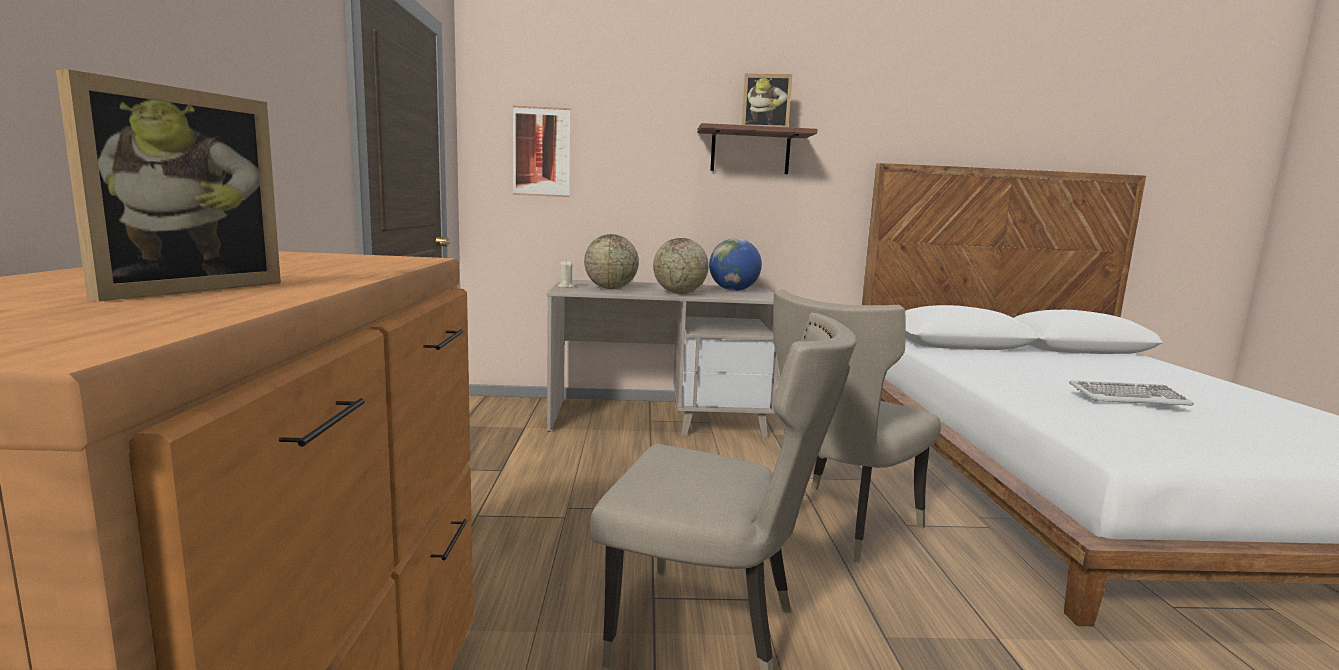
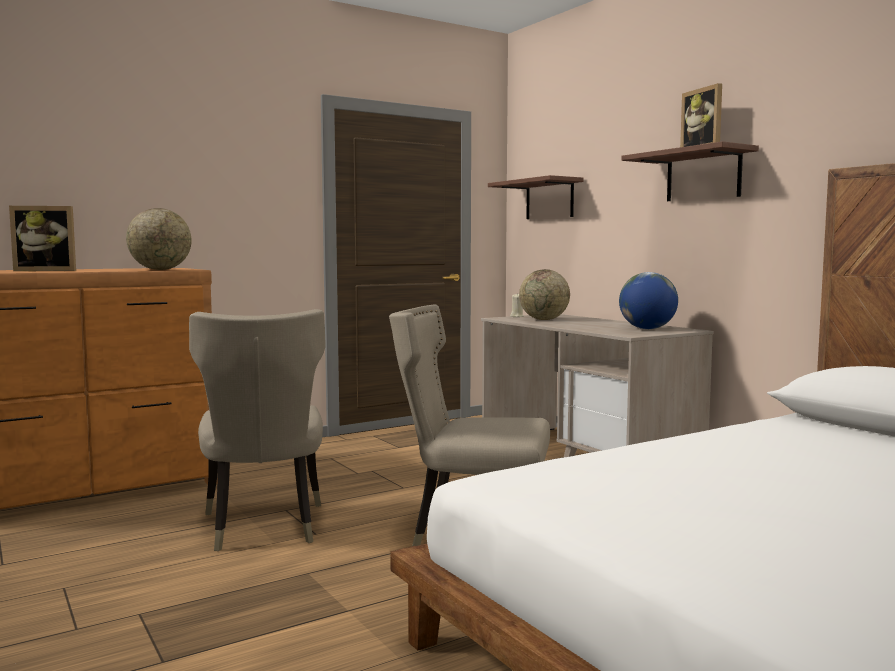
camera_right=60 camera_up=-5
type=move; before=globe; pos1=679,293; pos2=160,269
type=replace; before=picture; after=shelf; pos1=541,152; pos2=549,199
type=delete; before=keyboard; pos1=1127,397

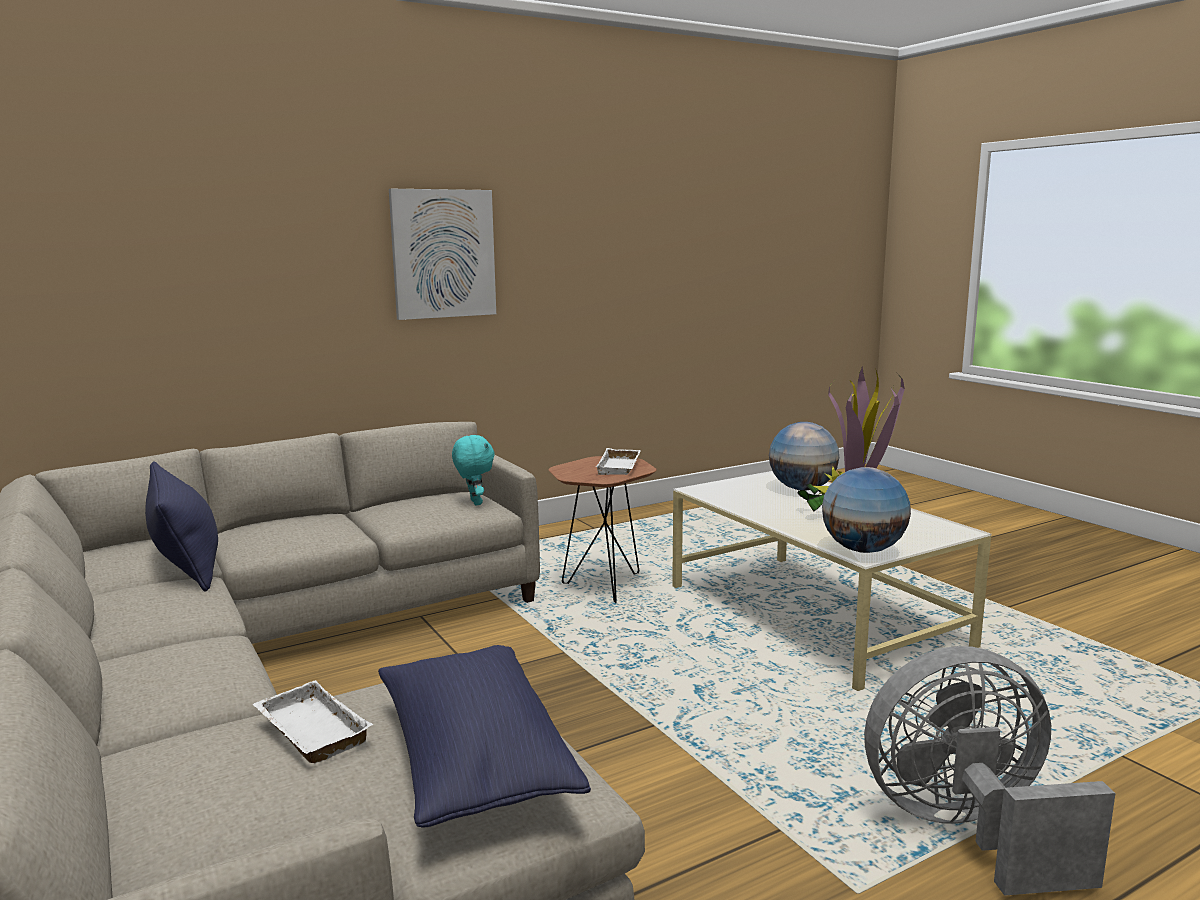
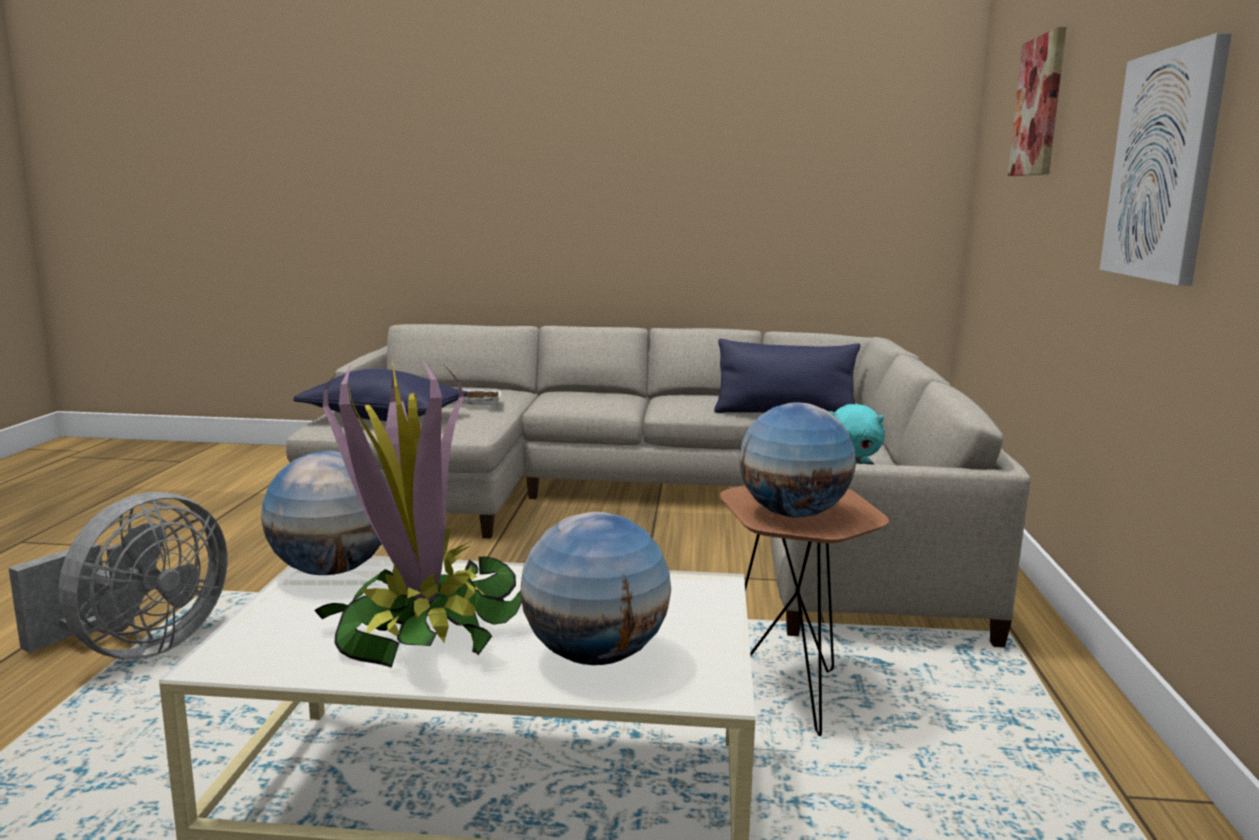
camera_right=125 camera_up=0
type=replace; before=white tray; after=globe; pos1=620,467; pos2=792,514
type=insert; after=picture; pos2=1038,106

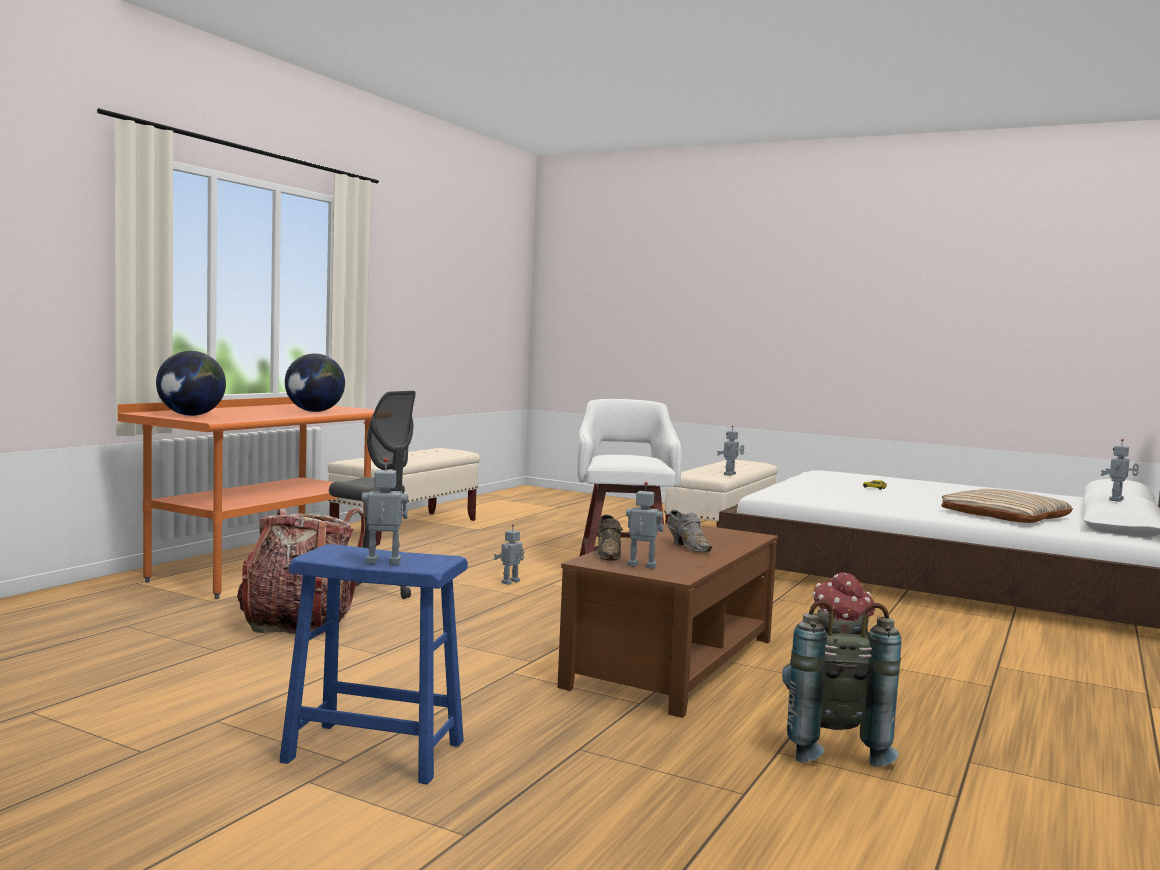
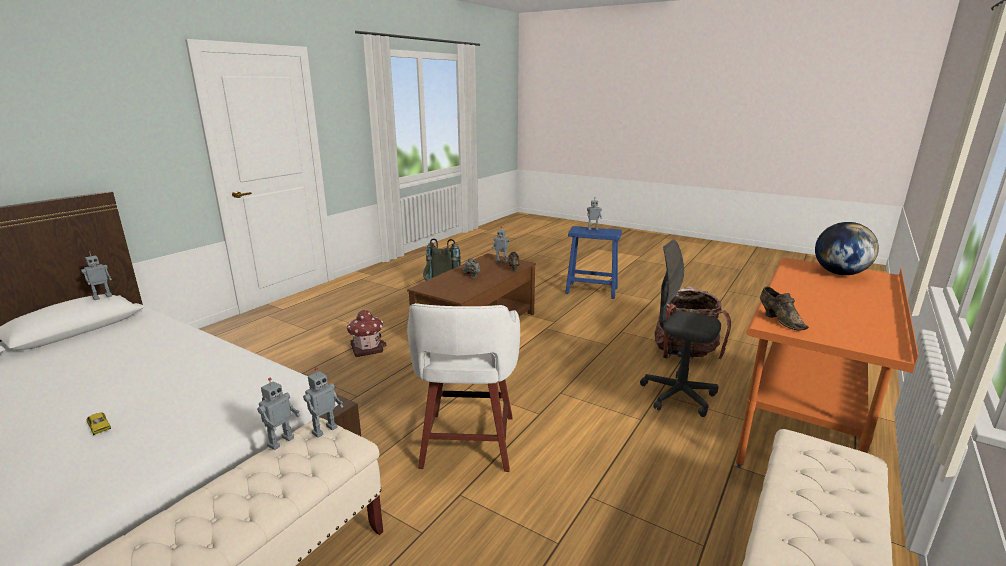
camera_right=-175 camera_up=15
type=move; before=toy robot; pos1=511,582; pos2=324,430
type=insert; after=brown shoe; pos2=780,320
type=delete; before=globe; pos1=314,411
type=delete; before=beige pillow; pos1=1005,515

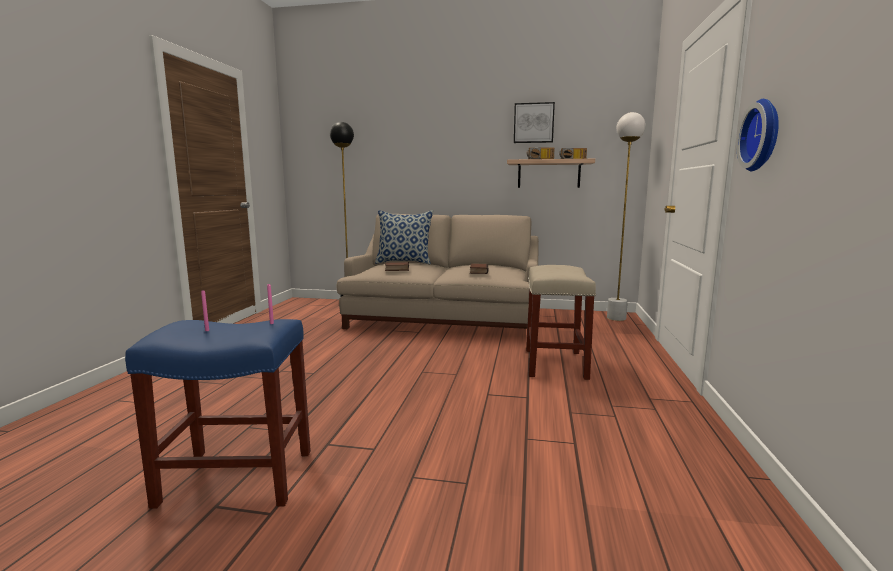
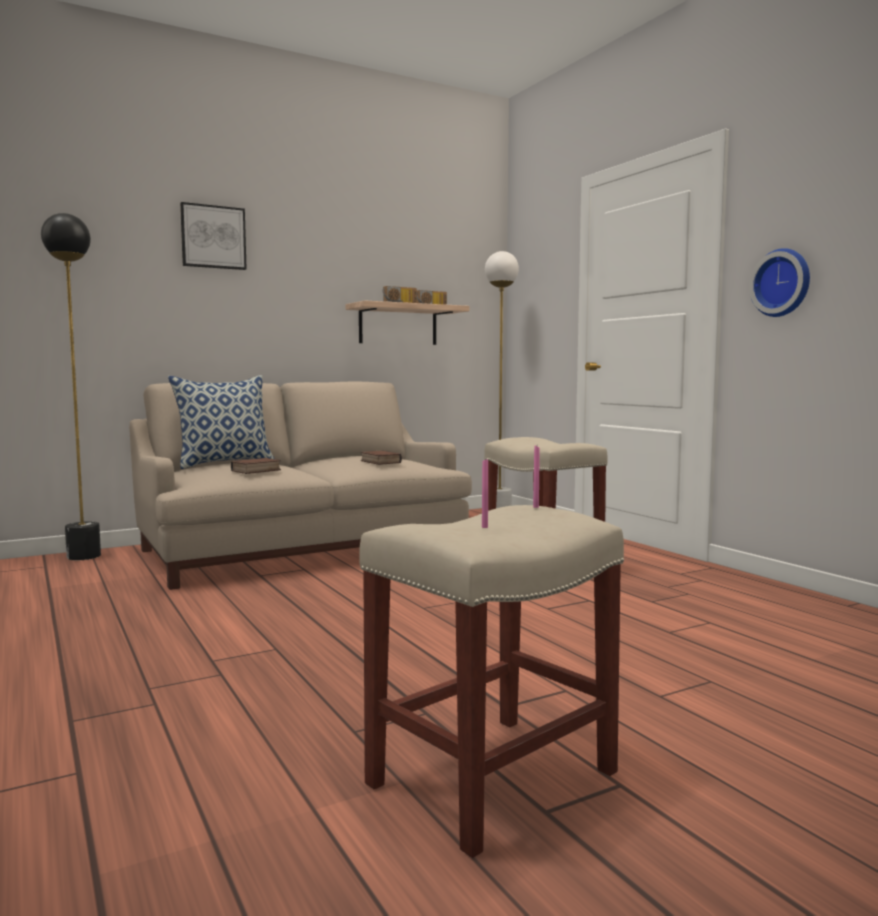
camera_right=-40 camera_up=-5
type=move; before=picture; pos1=533,123; pos2=213,237
type=recolor; before=blue stool; after=beige stool; pos1=235,478; pos2=490,780

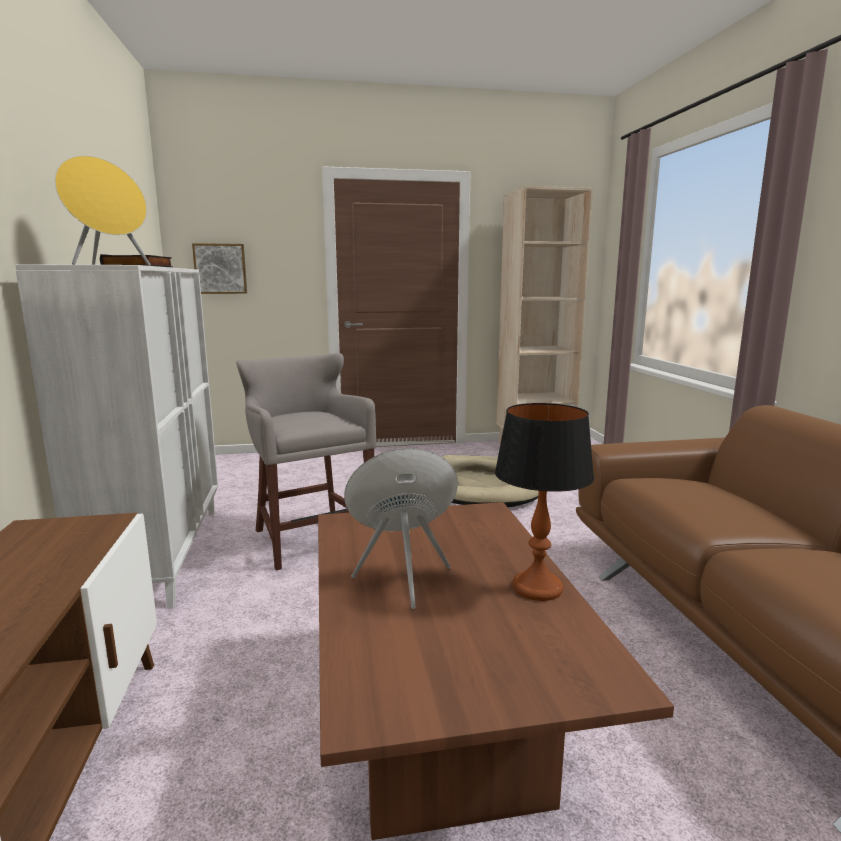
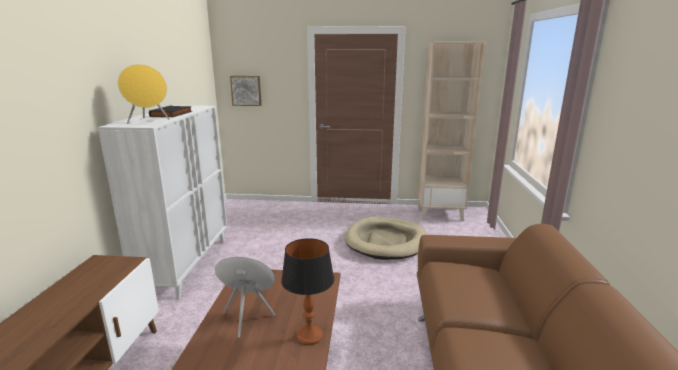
camera_right=15 camera_up=5
type=delete; before=grey stool; pos1=310,537

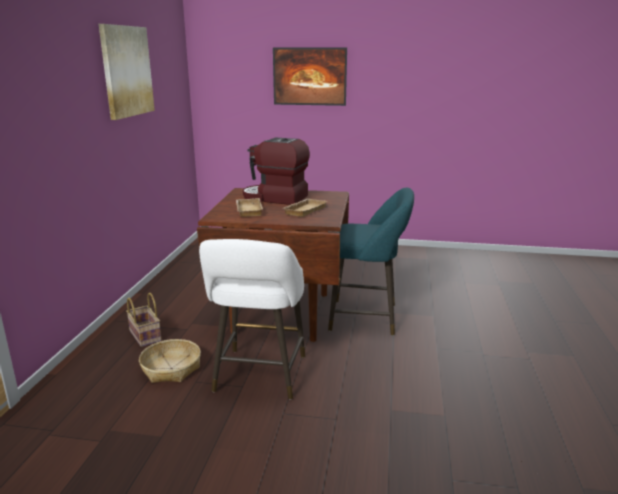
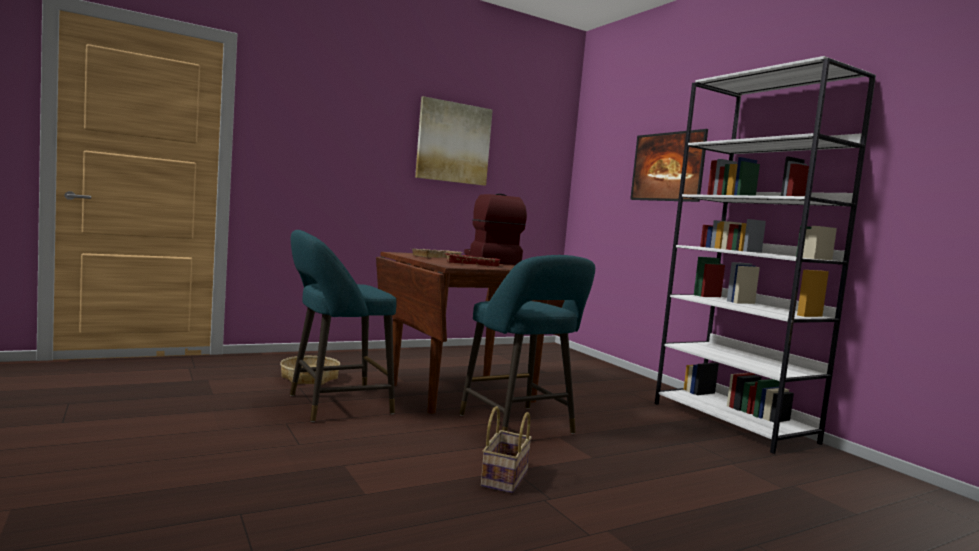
camera_right=50 camera_up=-15
type=recolor; before=white stool; after=turquoise stool; pos1=259,377; pos2=334,405
type=recolor; before=beige tray; after=red tray; pos1=304,210; pos2=472,263
type=move; before=basket; pos1=144,335; pos2=504,477
type=insert; after=white bookcase; pos2=733,422

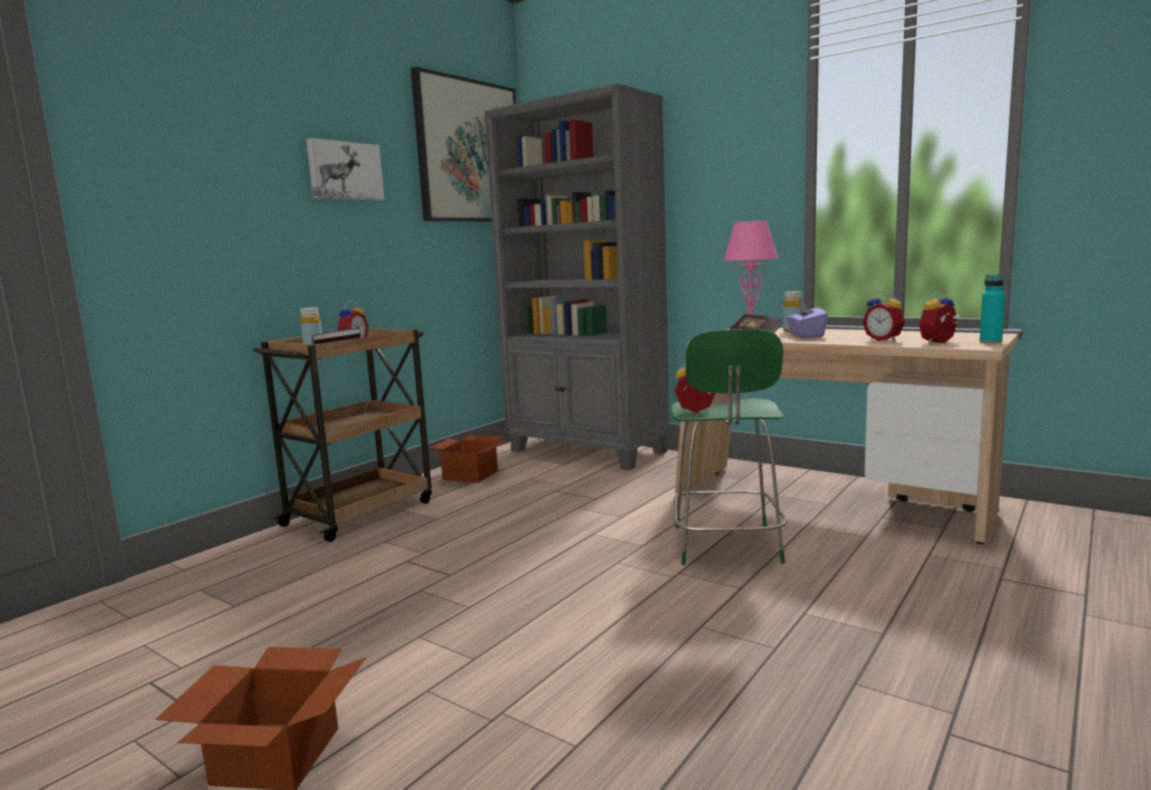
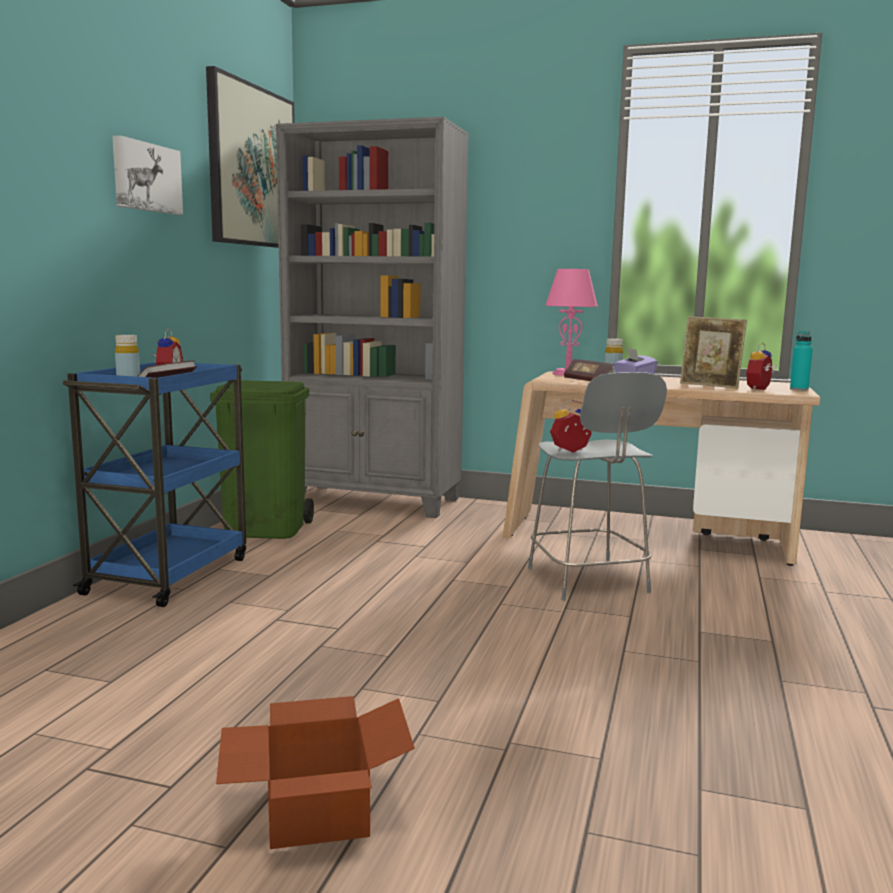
camera_right=-20 camera_up=0
type=recolor; before=brown cart; after=blue cart; pos1=361,512; pos2=170,574
type=replace; before=cardboard box; after=green trash can; pos1=472,475; pos2=266,529
type=recolor; before=green stool; after=grey stool; pos1=726,546; pos2=589,582
type=replace; before=alarm clock; after=picture frame; pos1=884,339; pos2=710,386

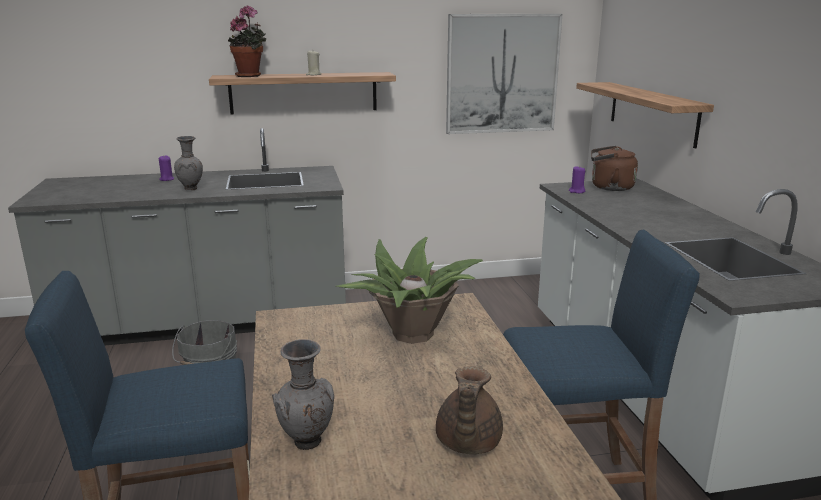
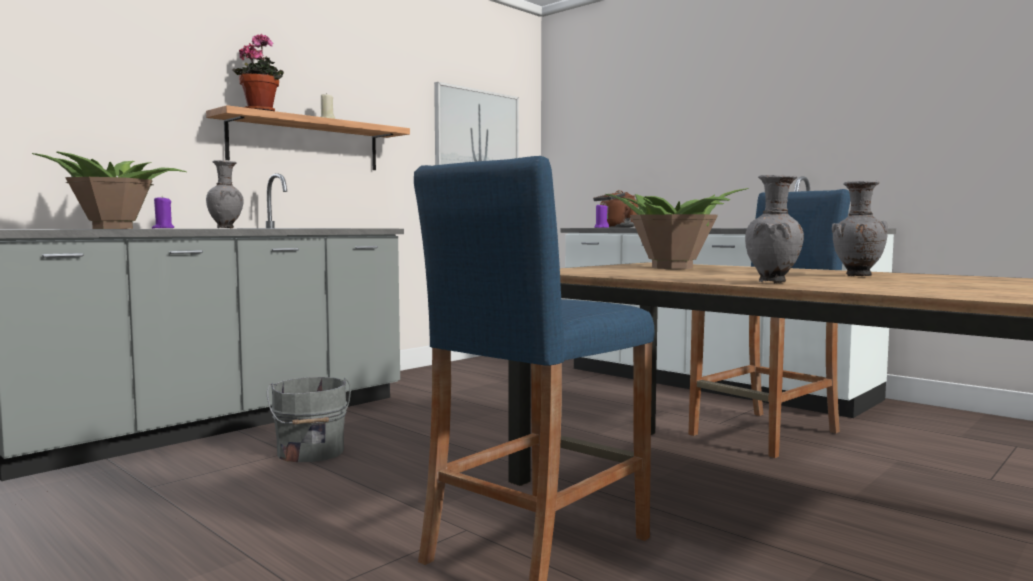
camera_right=-35 camera_up=-15
type=insert; after=potted plant; pos2=115,228
type=replace; before=brown teapot; after=grey vase; pos1=467,443; pos2=857,276
type=delete; before=shelf; pos1=652,112

